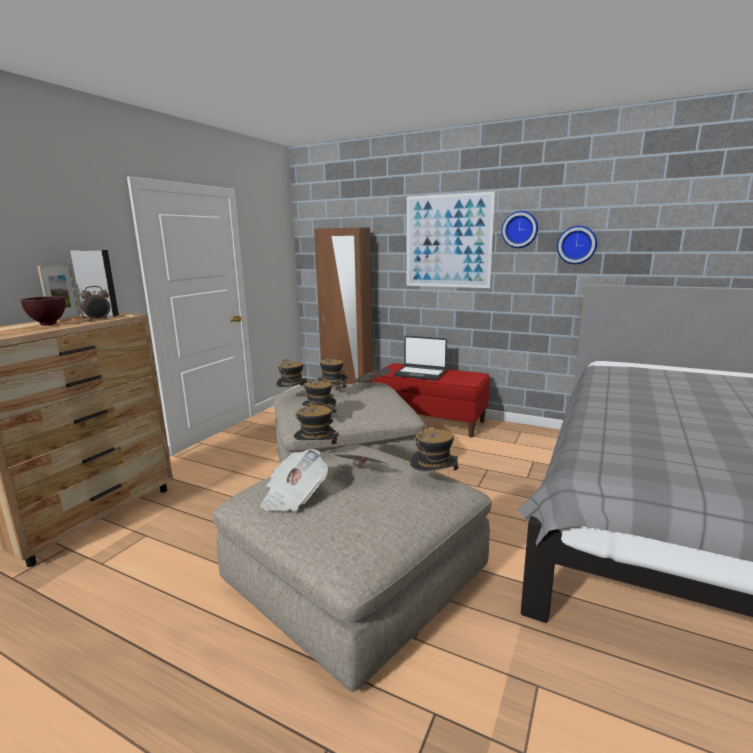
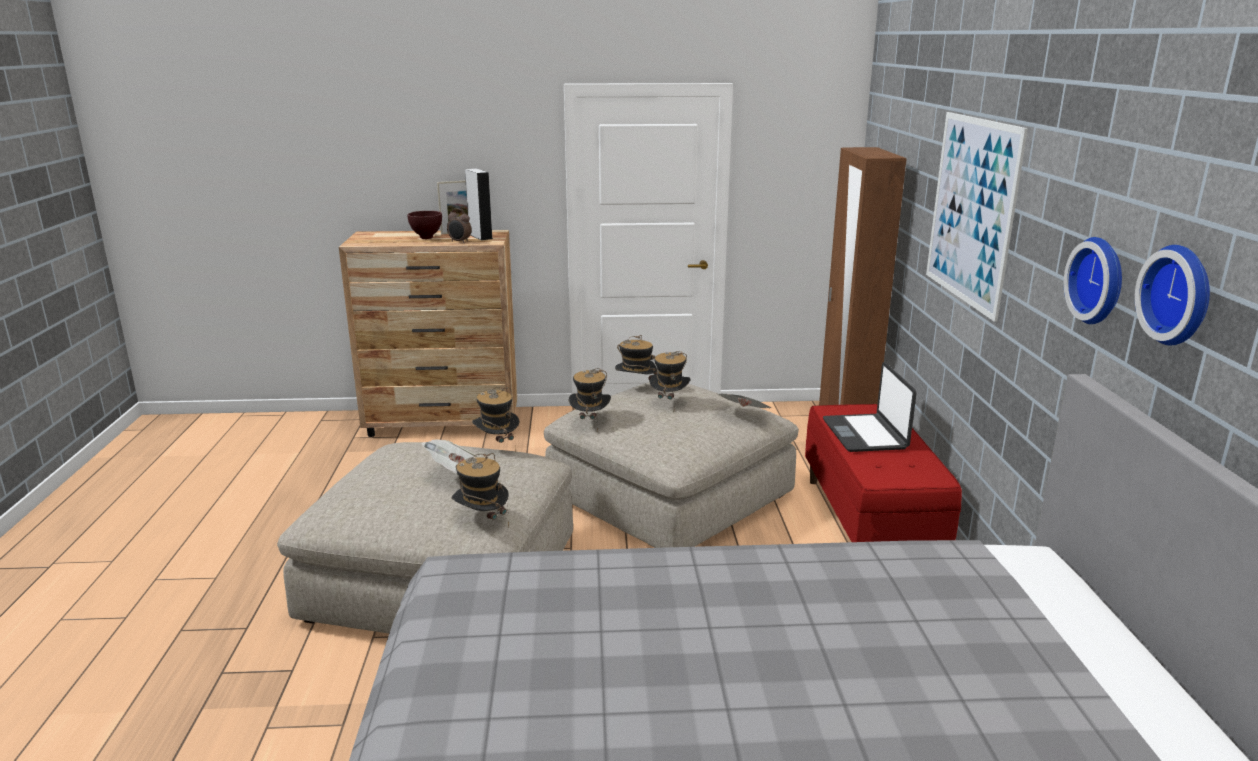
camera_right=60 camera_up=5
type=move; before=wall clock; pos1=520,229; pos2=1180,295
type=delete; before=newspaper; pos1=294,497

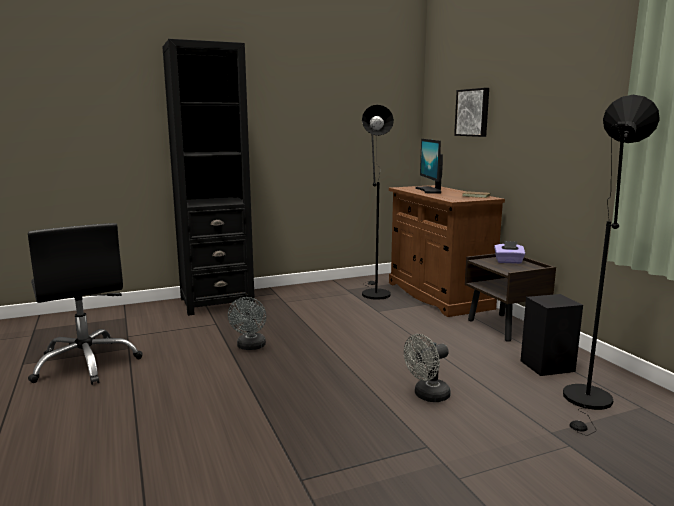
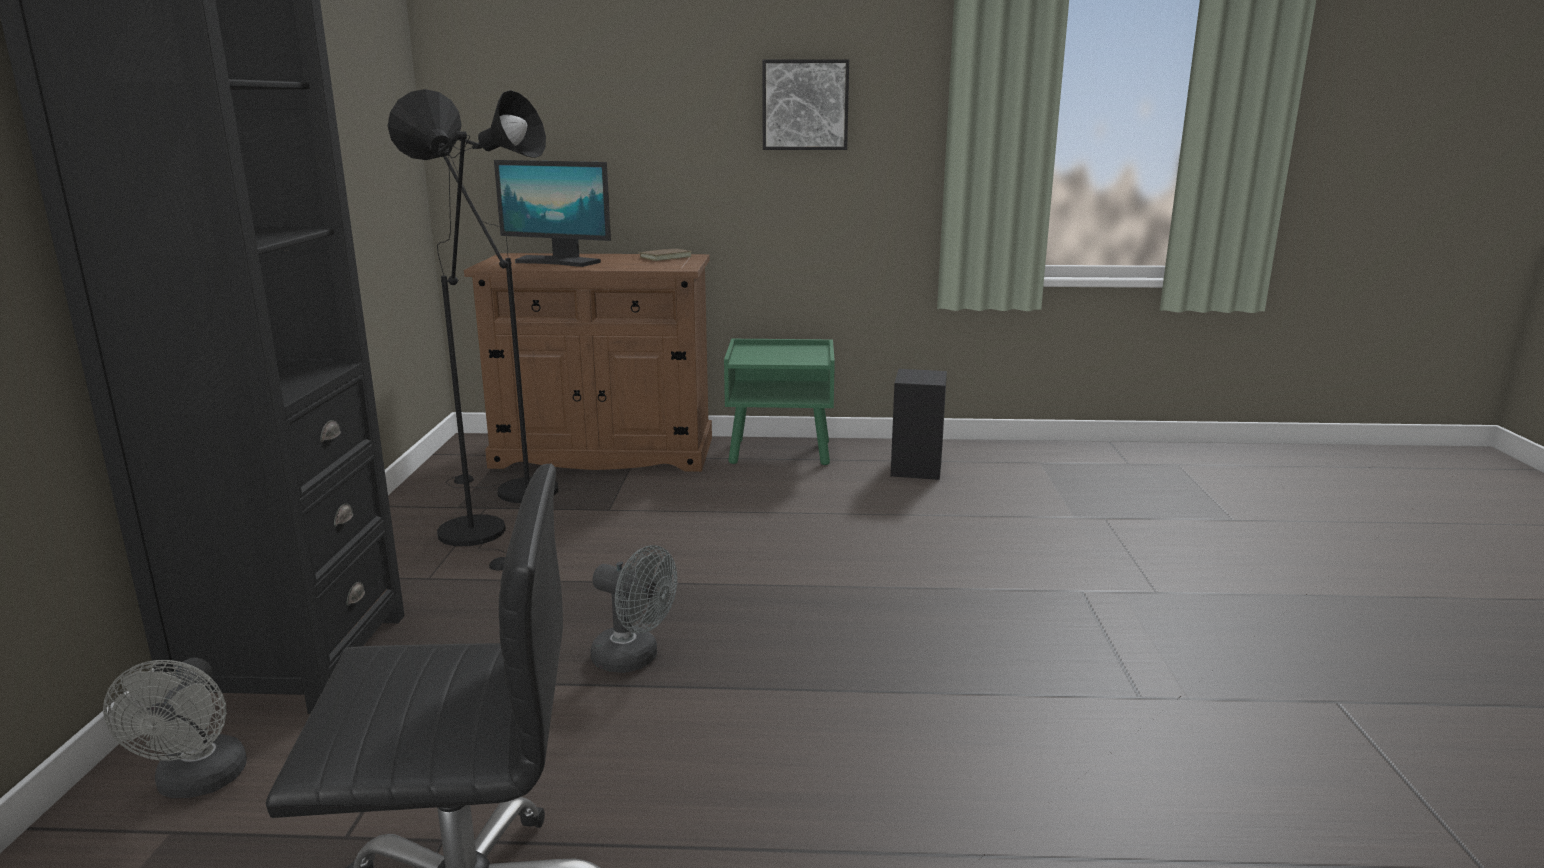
camera_right=-65 camera_up=5
type=move; before=grey fan; pos1=427,396; pos2=197,784
type=move; before=black floor lamp; pos1=588,402; pos2=479,536
type=recolor; before=brown nightstand; after=green nightstand; pos1=505,327; pos2=781,452
type=move; before=picture; pos1=473,112; pos2=805,105
type=delete; before=purple tissue box; pos1=508,261

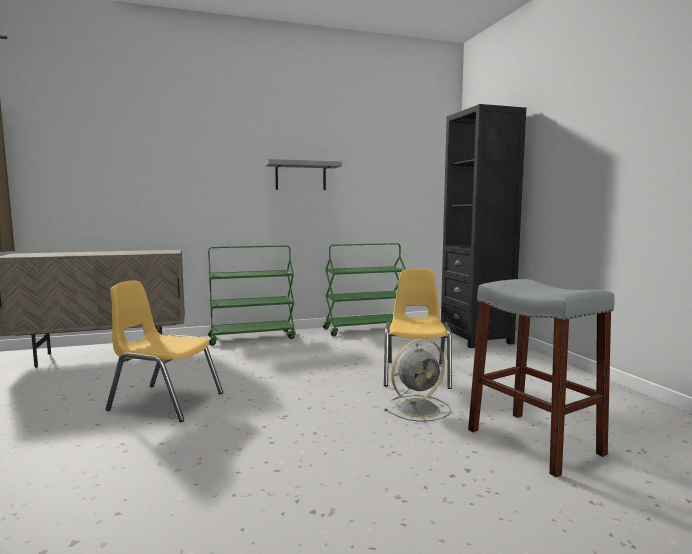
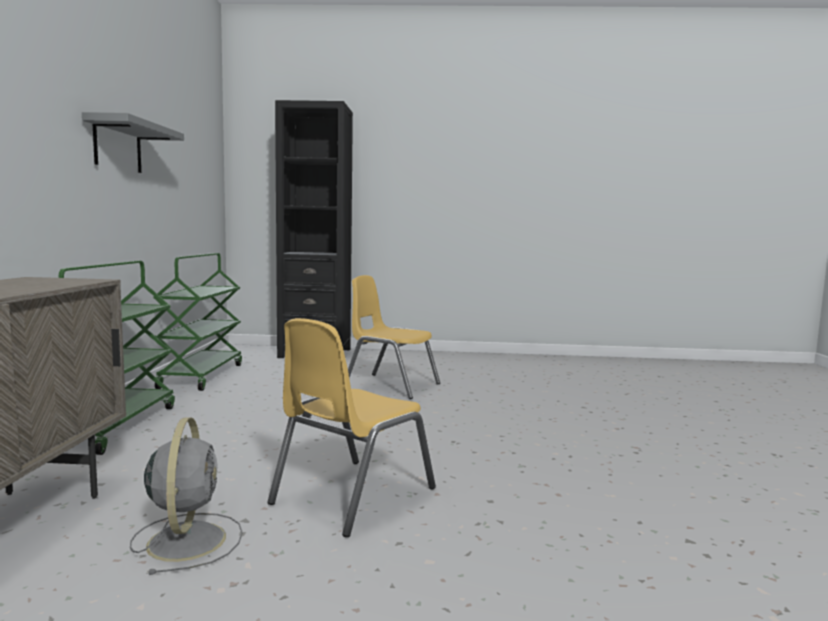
camera_right=-70 camera_up=0
type=move; before=grey fan; pos1=419,408; pos2=187,539
type=delete; before=grey stool; pos1=533,441

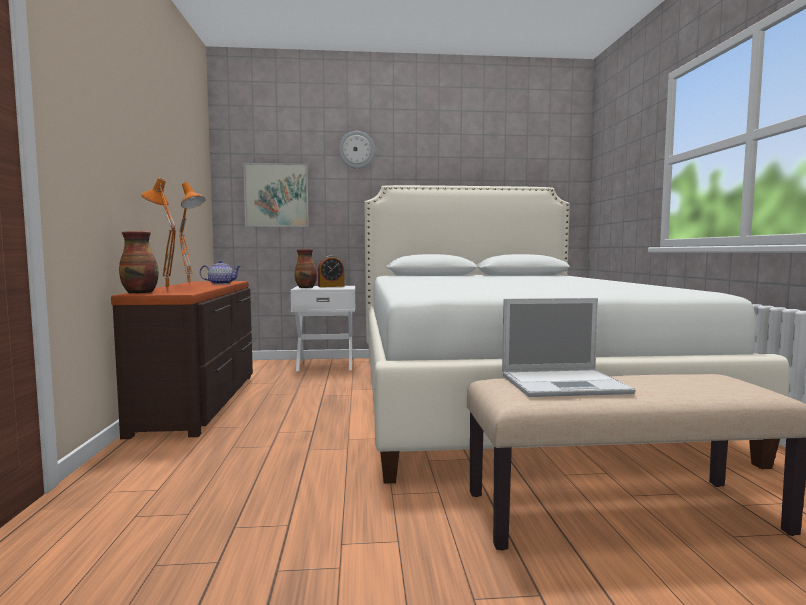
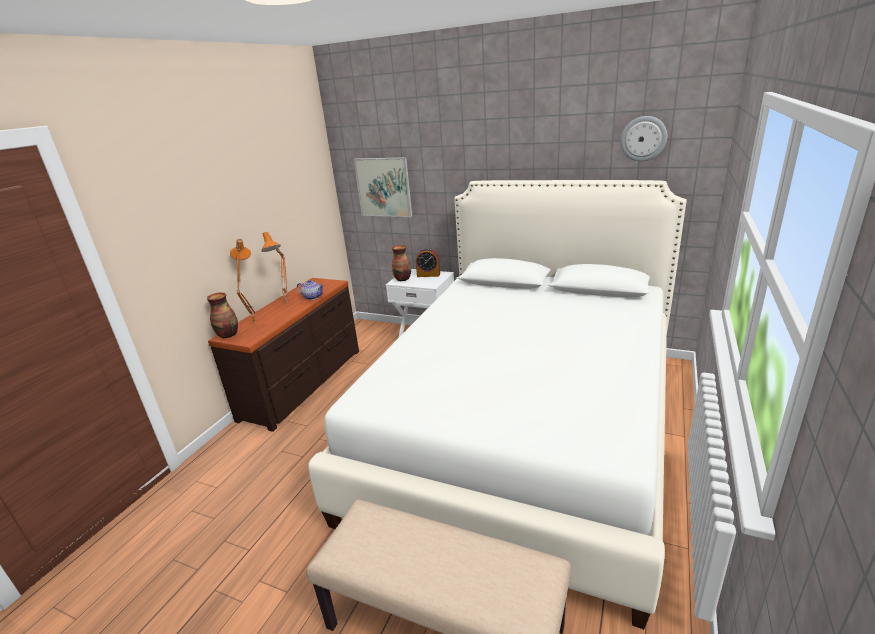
camera_right=30 camera_up=20
type=move; before=wall clock; pos1=357,150; pos2=643,138
type=delete; before=laptop; pos1=565,384

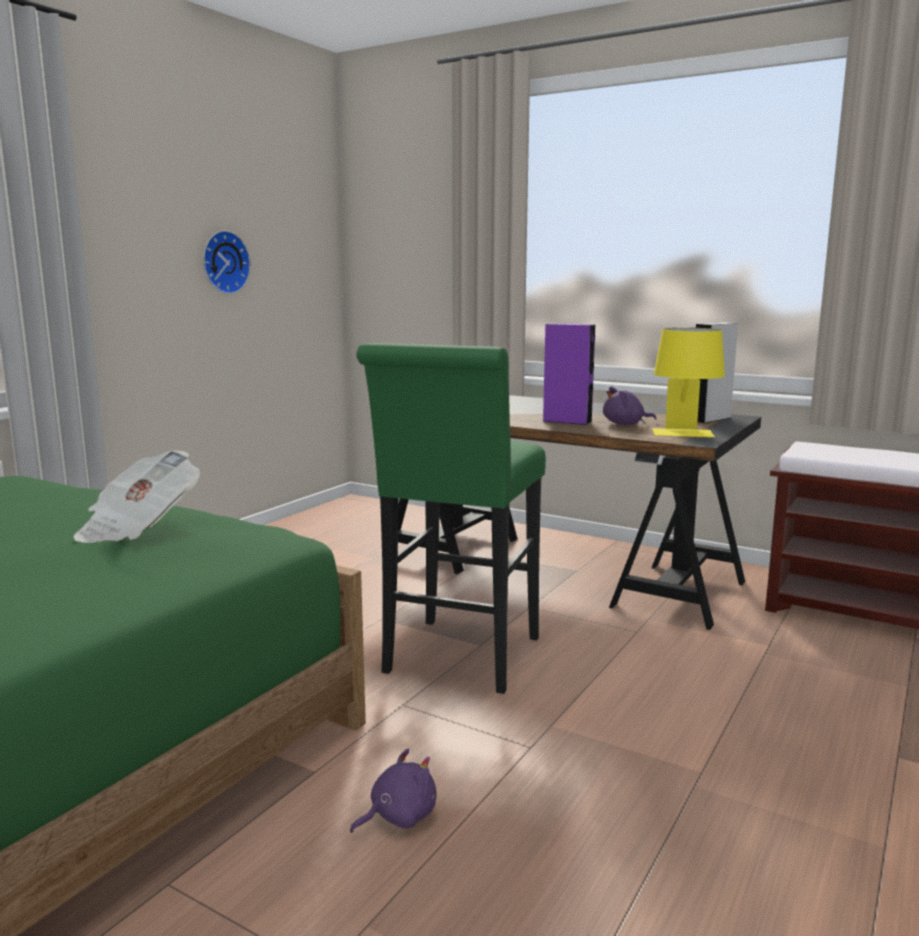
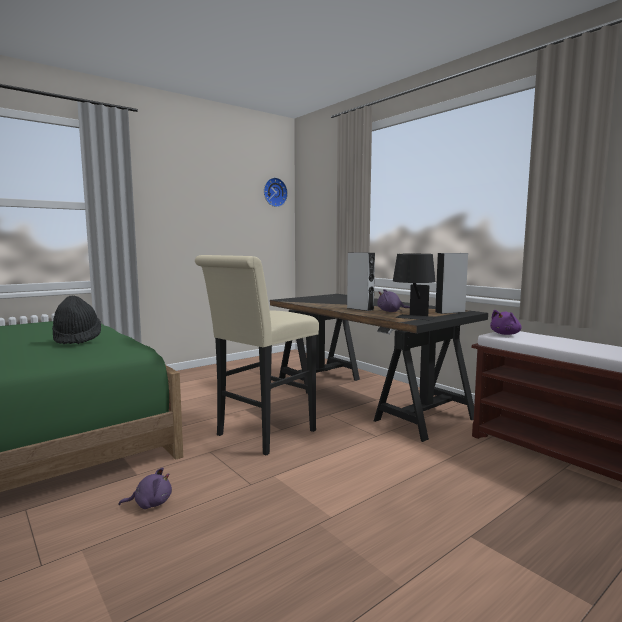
camera_right=20 camera_up=-5
type=replace; before=newspaper; after=black hat; pos1=139,528; pos2=77,339
type=recolor; before=green stool; after=beige stool; pos1=458,660; pos2=261,435
type=move; before=wall clock; pos1=223,262; pos2=274,192
type=recolor; before=purple speaker; after=grey speaker; pos1=567,421; pos2=360,309
type=recolor; before=yellow table lamp; after=black table lamp; pos1=684,435; pos2=413,318
type=insert; after=purple plush toy; pos2=506,334

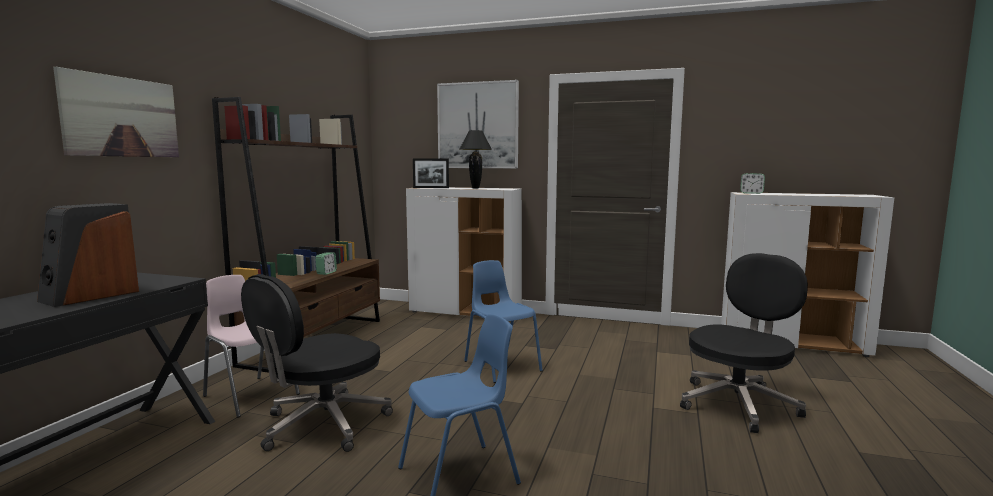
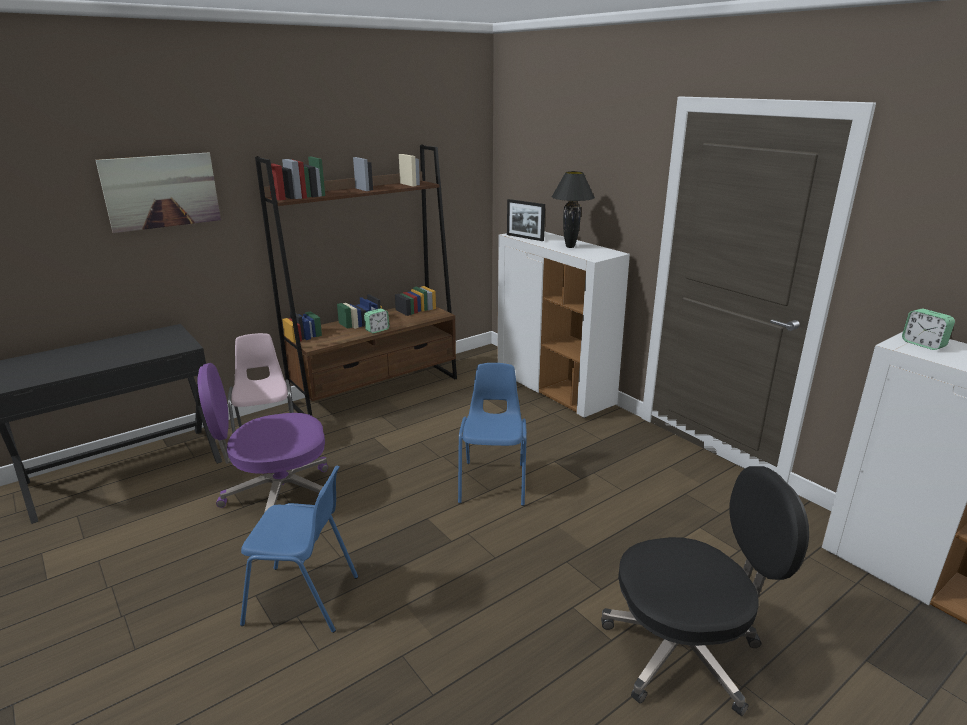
camera_right=35 camera_up=15
type=recolor; before=black office chair; after=purple office chair; pos1=322,425; pos2=278,496
type=delete; before=speaker; pos1=90,296
type=delete; before=picture; pos1=477,125

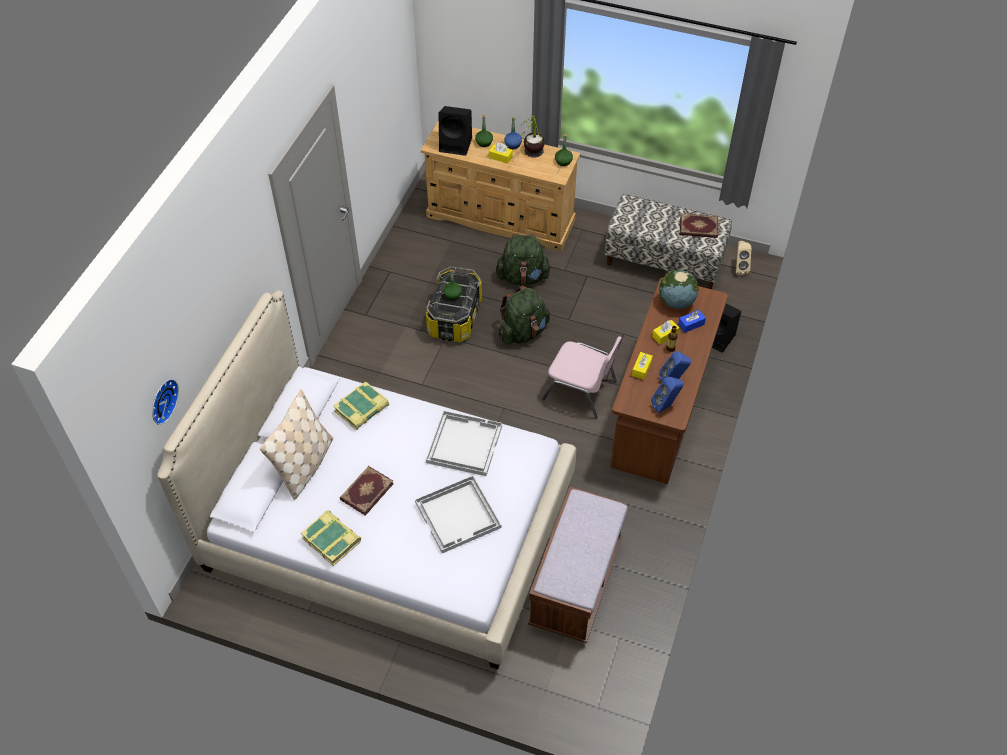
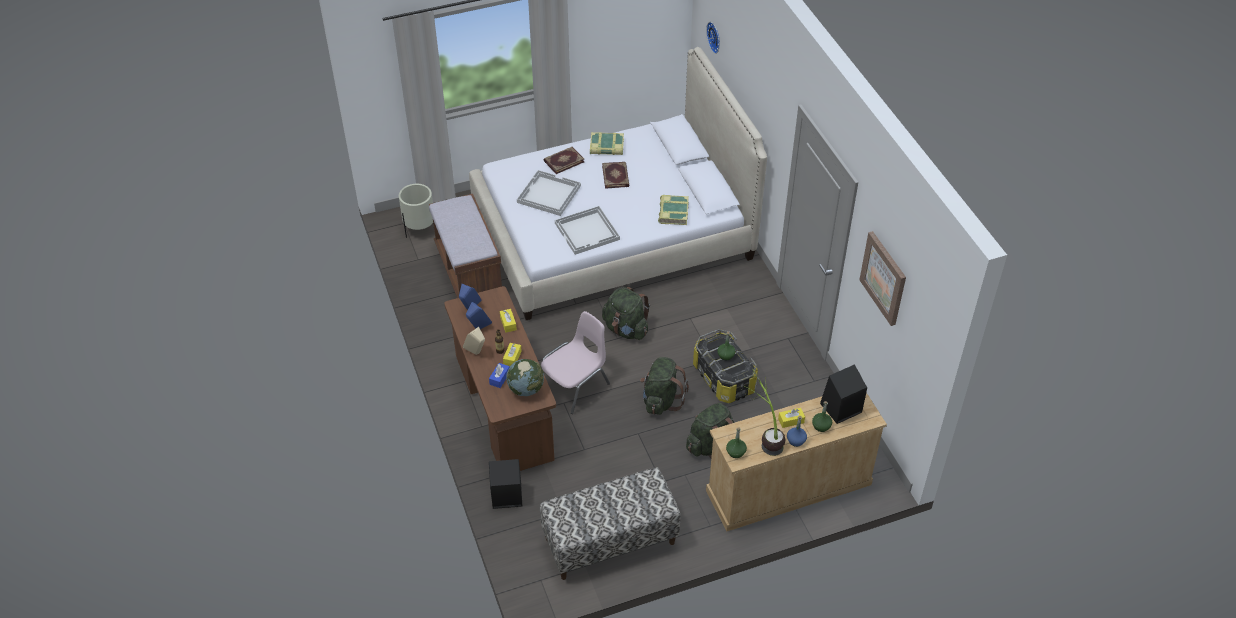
camera_right=140 camera_up=-5
type=insert; after=beige planter; pos2=420,230
type=move; before=beige speaker; pos1=739,268; pos2=476,353
type=rotate; before=pink chair; pos1=581,390; pos2=575,384; turn=150
type=move; before=book; pos1=698,228; pos2=563,161
type=insert; after=green backpack; pos2=626,329
type=insert; after=picture; pos2=884,278
type=delete; before=beige pillow; pos1=304,465

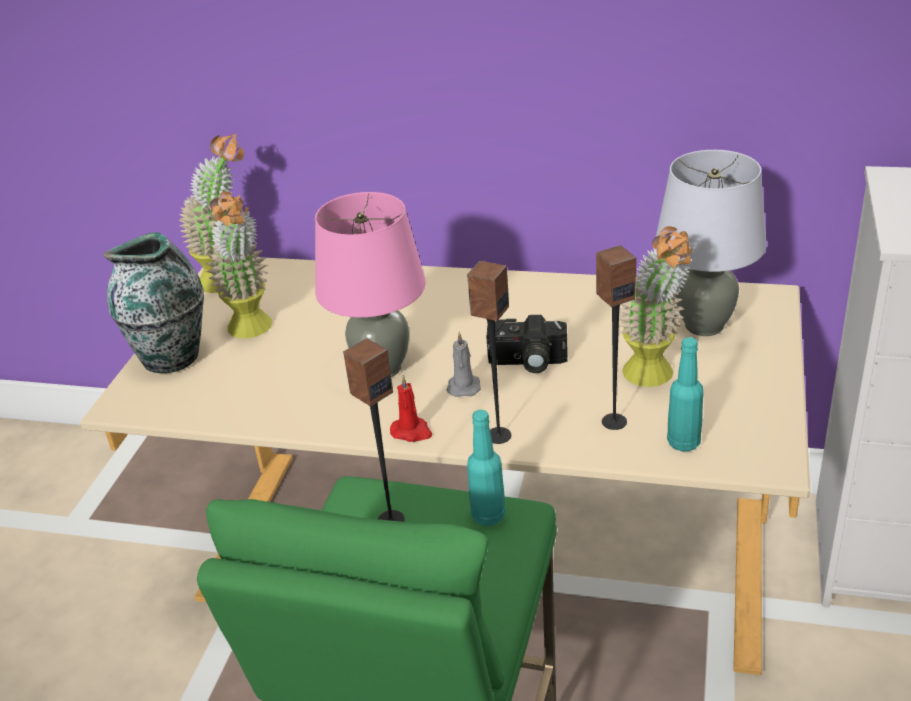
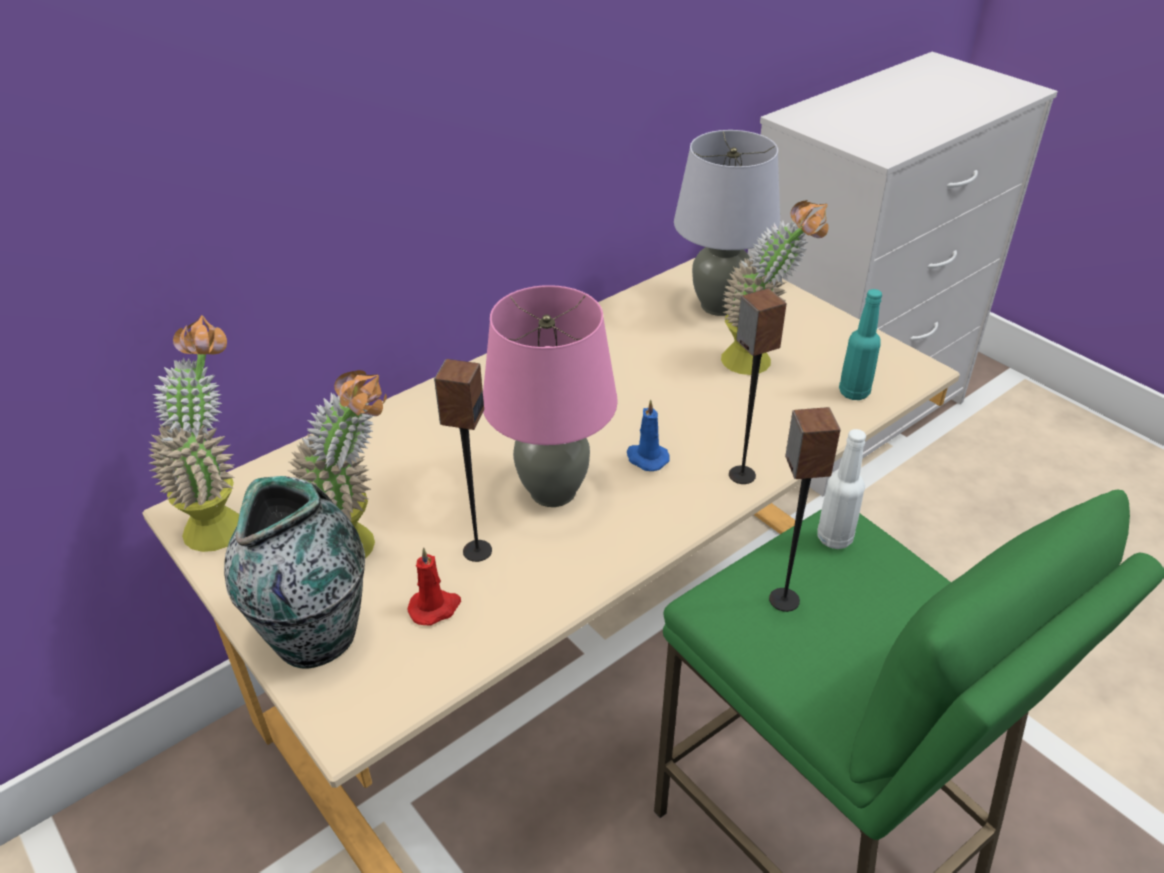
camera_right=-55 camera_up=5
type=move; before=red candle; pos1=412,432; pos2=435,607
type=move; before=speaker; pos1=614,421; pos2=476,551
type=recolor; before=grey candle; after=blue candle; pos1=464,386; pos2=646,458
type=recolor; before=turquoise bottle; after=white bottle; pos1=488,516; pos2=835,538
type=delete; before=photo camera; pos1=527,362

